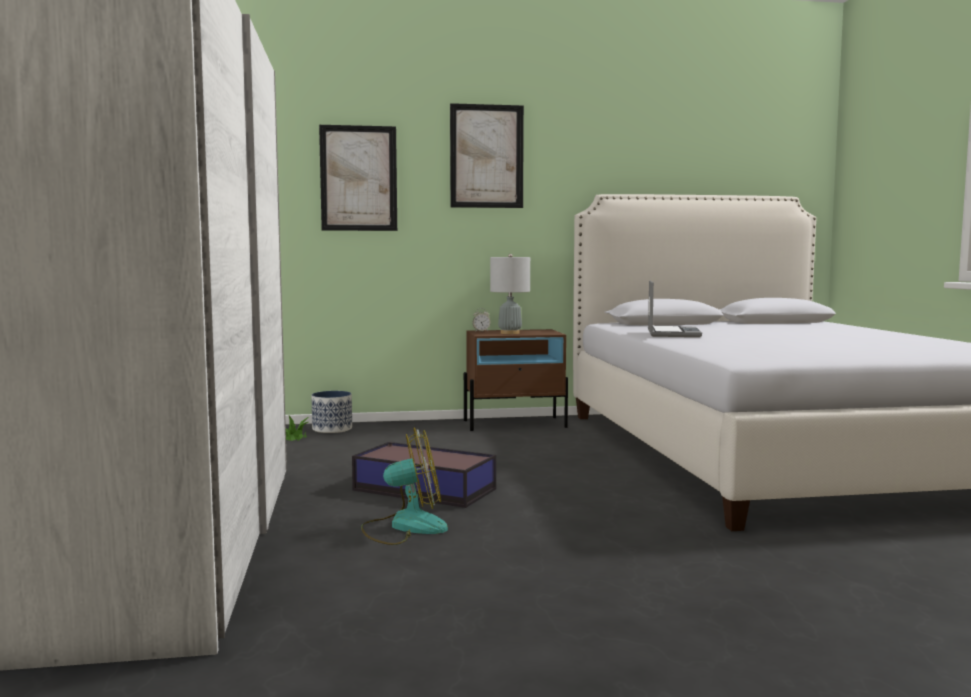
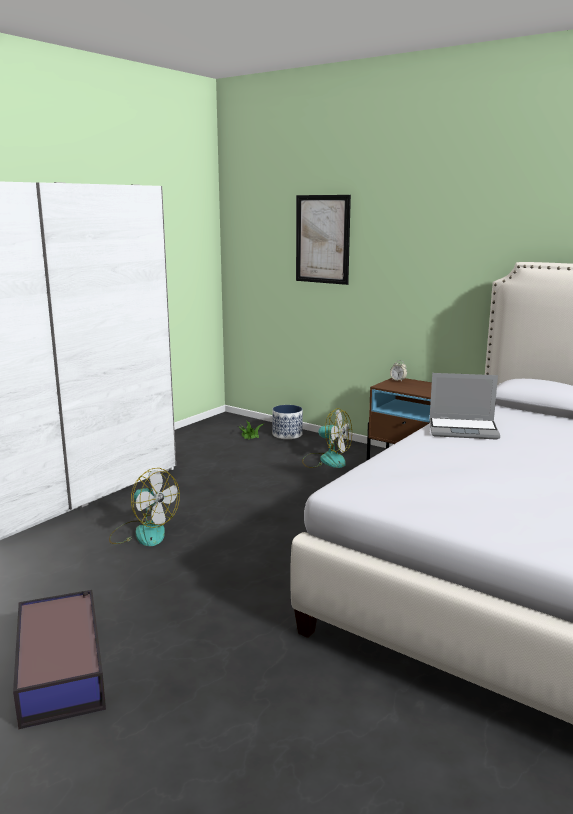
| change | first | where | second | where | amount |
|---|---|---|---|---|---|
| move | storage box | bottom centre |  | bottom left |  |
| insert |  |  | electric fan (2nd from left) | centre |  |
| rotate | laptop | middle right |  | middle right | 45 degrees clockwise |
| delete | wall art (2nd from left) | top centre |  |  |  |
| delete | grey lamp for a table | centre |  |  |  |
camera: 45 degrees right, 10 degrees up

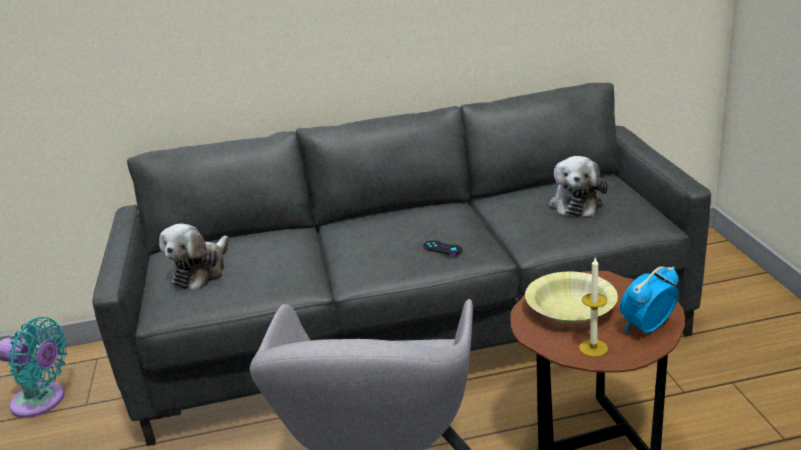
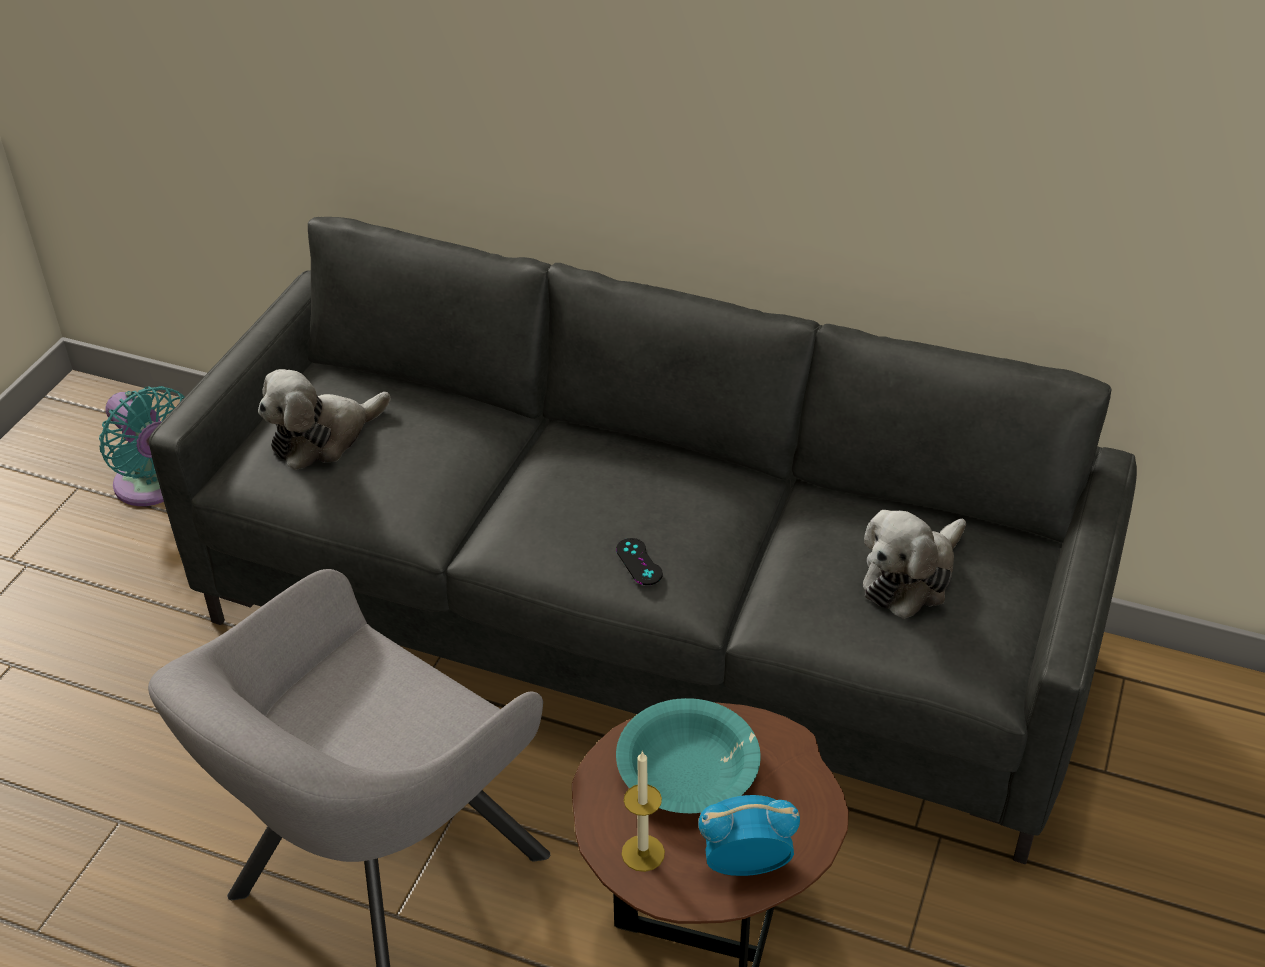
| change | first | where | second | where | amount |
|---|---|---|---|---|---|
| recolor | yellow-coloured deep dish | middle right | turquoise-coloured deep dish | bottom centre |  |
camera: 30 degrees right, 15 degrees up

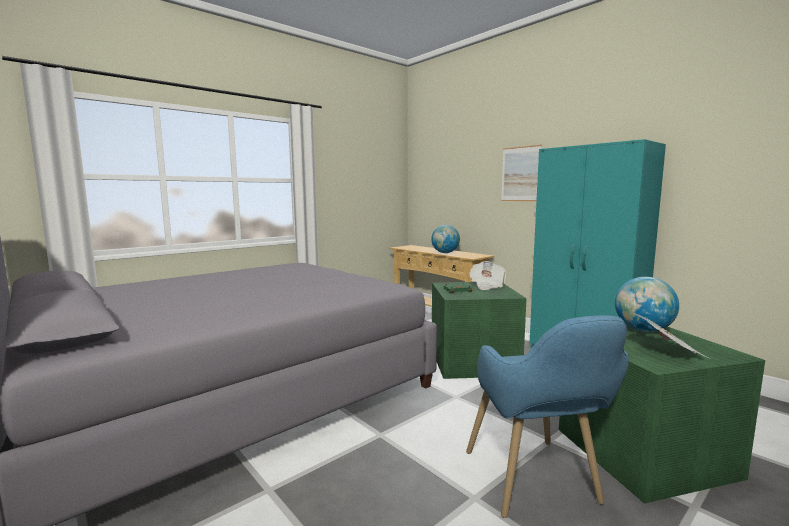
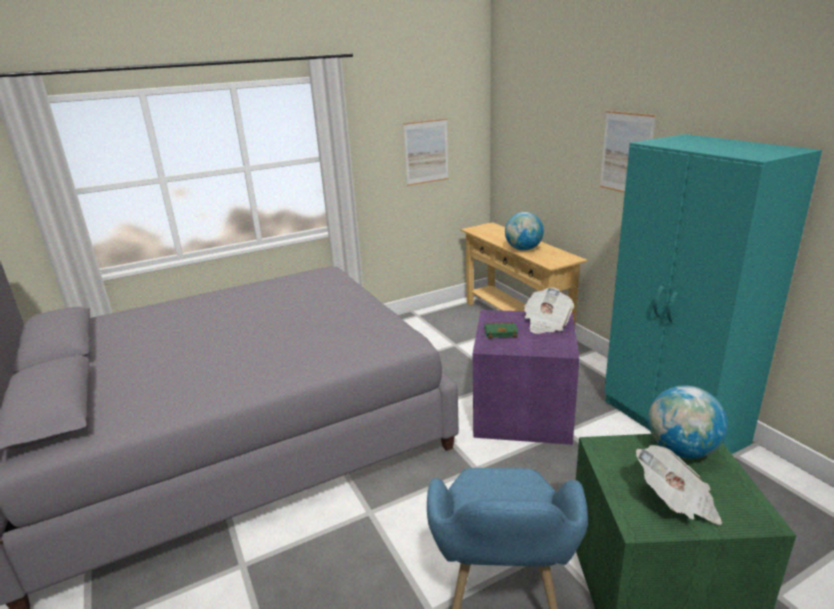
| change | first | where | second | where | amount |
|---|---|---|---|---|---|
| insert |  |  | wall art (1st from left) | top centre |  |
| recolor | green-coloured storage box (1st from left) | centre | purple-coloured storage box | centre |  |
camera: 15 degrees right, 15 degrees up

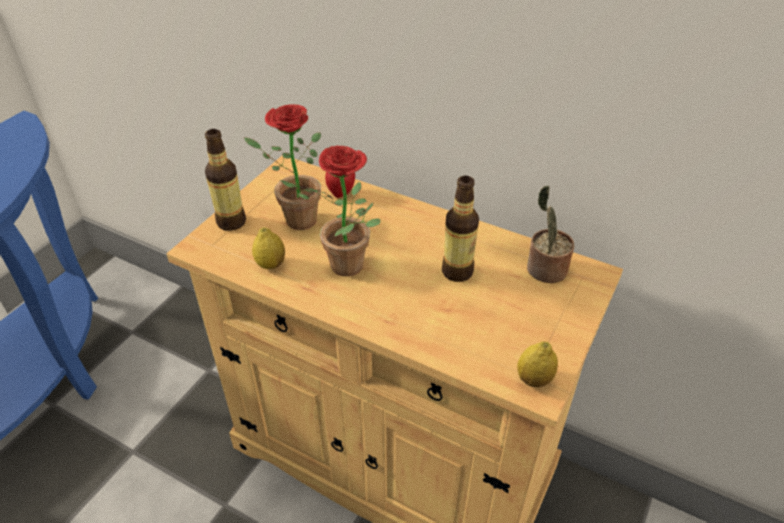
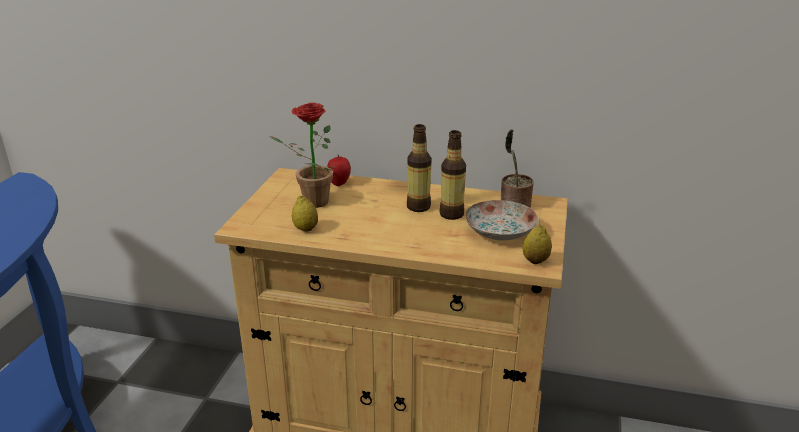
| change | first | where | second | where | amount |
|---|---|---|---|---|---|
| move | beverage bottle (1st from left) | middle left |  | centre |  |
| insert |  |  | flat dish | centre |  |
| delete | plant in a pot (2nd from left) | centre |  |  |  |
camera: 15 degrees left, 15 degrees down

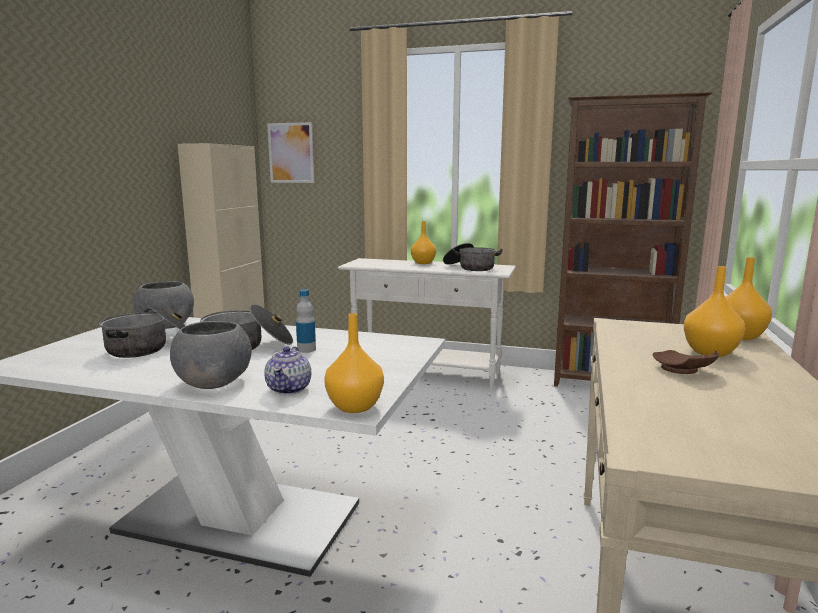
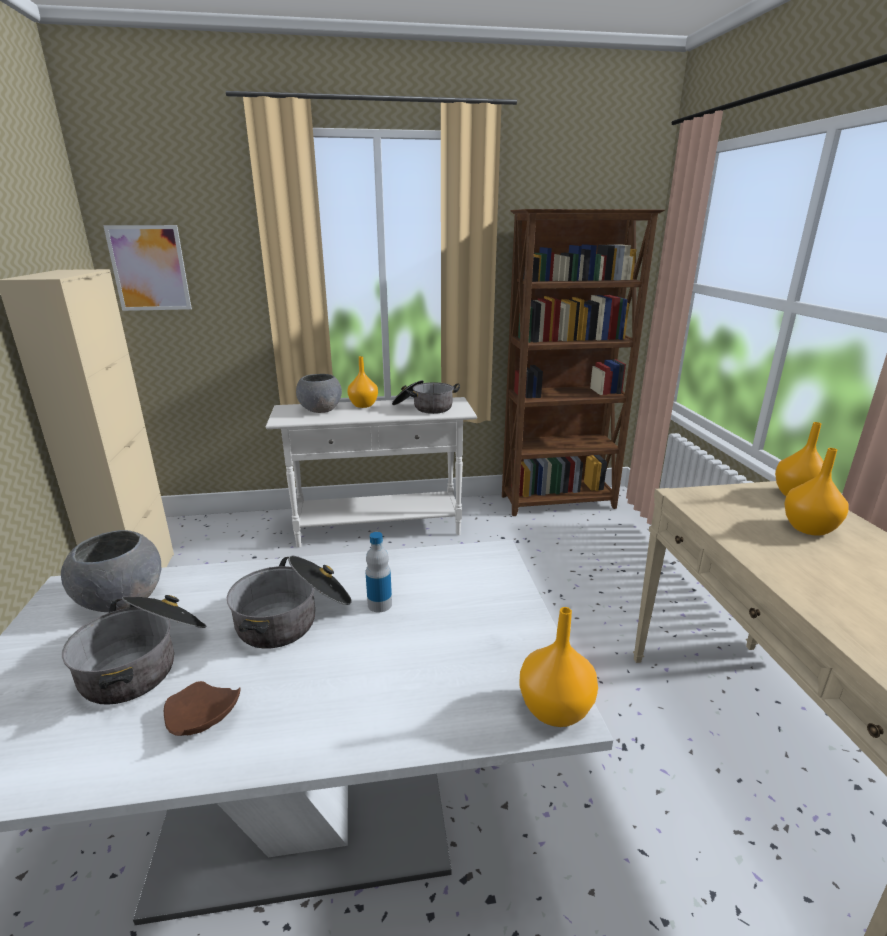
| change | first | where | second | where | amount |
|---|---|---|---|---|---|
| move | brownish flat dish | middle right |  | bottom left |  |
| move | grey deep dish (2nd from left) | middle left |  | centre |  |
| delete | teapot | centre |  |  |  |
camera: 25 degrees left, 10 degrees up

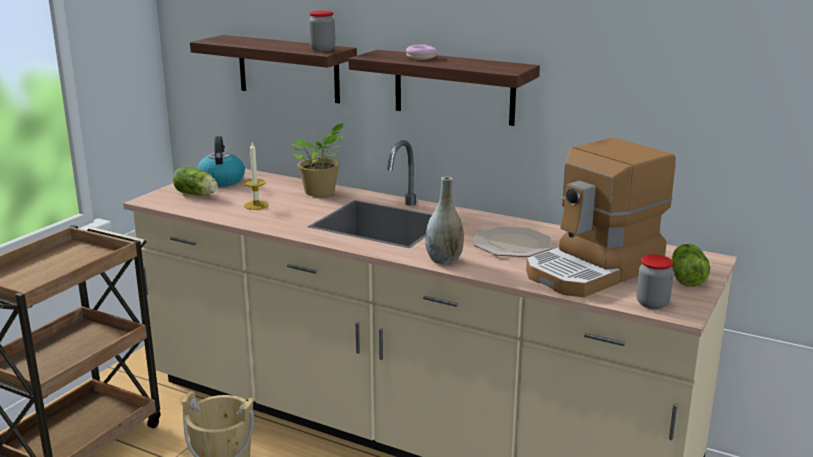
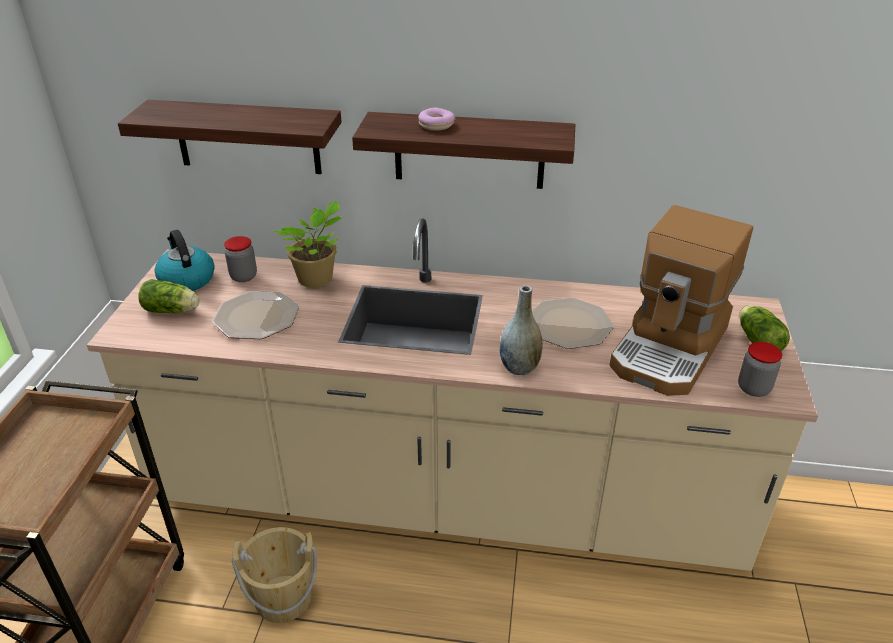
| change | first | where | second | where | amount |
|---|---|---|---|---|---|
| replace | wax candle | middle left | flat dish (1st from left) | middle left |  |
| move | jar (1st from left) | top centre |  | middle left |  |
camera: 20 degrees left, 15 degrees up

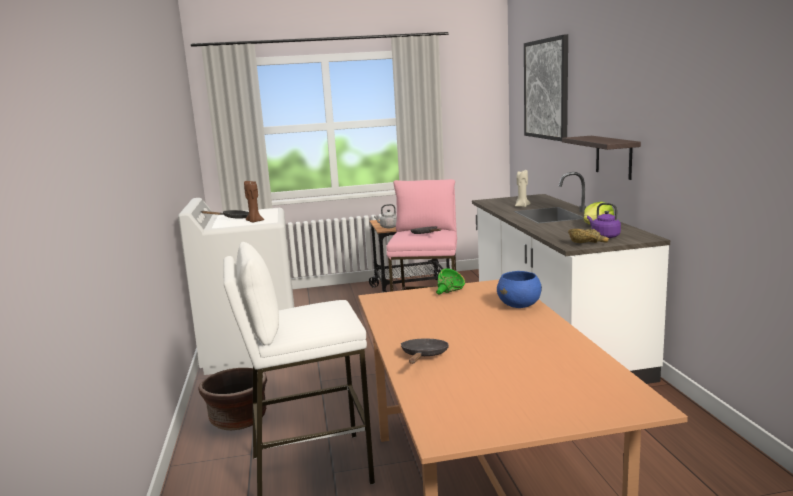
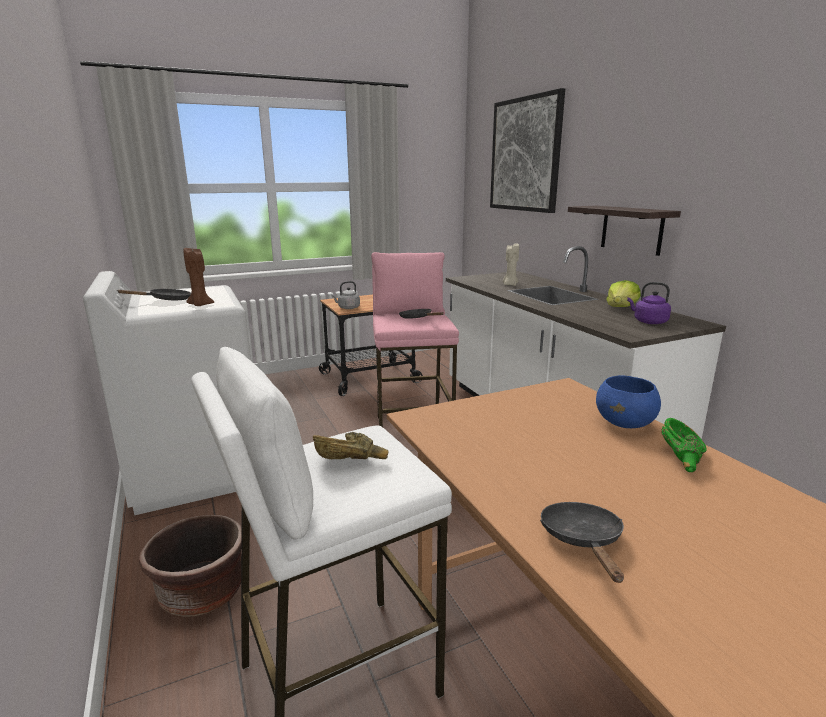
| change | first | where | second | where | amount |
|---|---|---|---|---|---|
| move | brownish deep dish | middle right |  | centre |  |
| move | green-coloured deep dish | centre |  | middle right |  |
camera: 15 degrees left, 5 degrees up

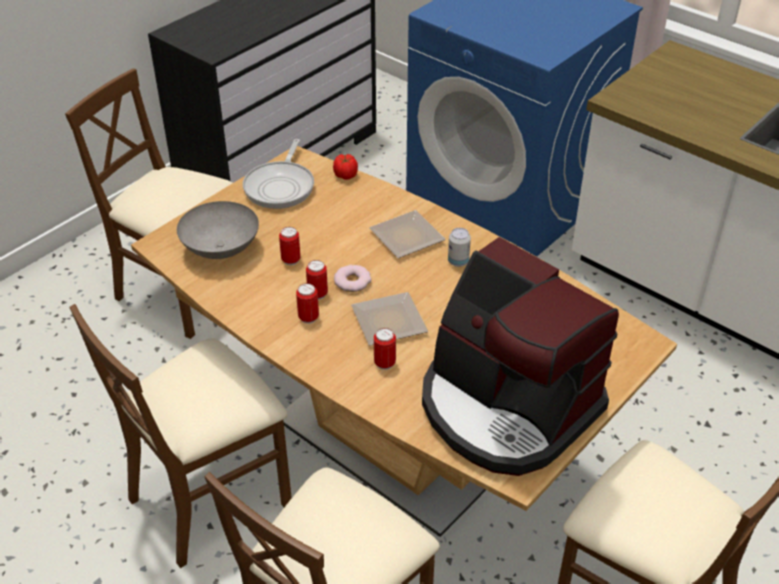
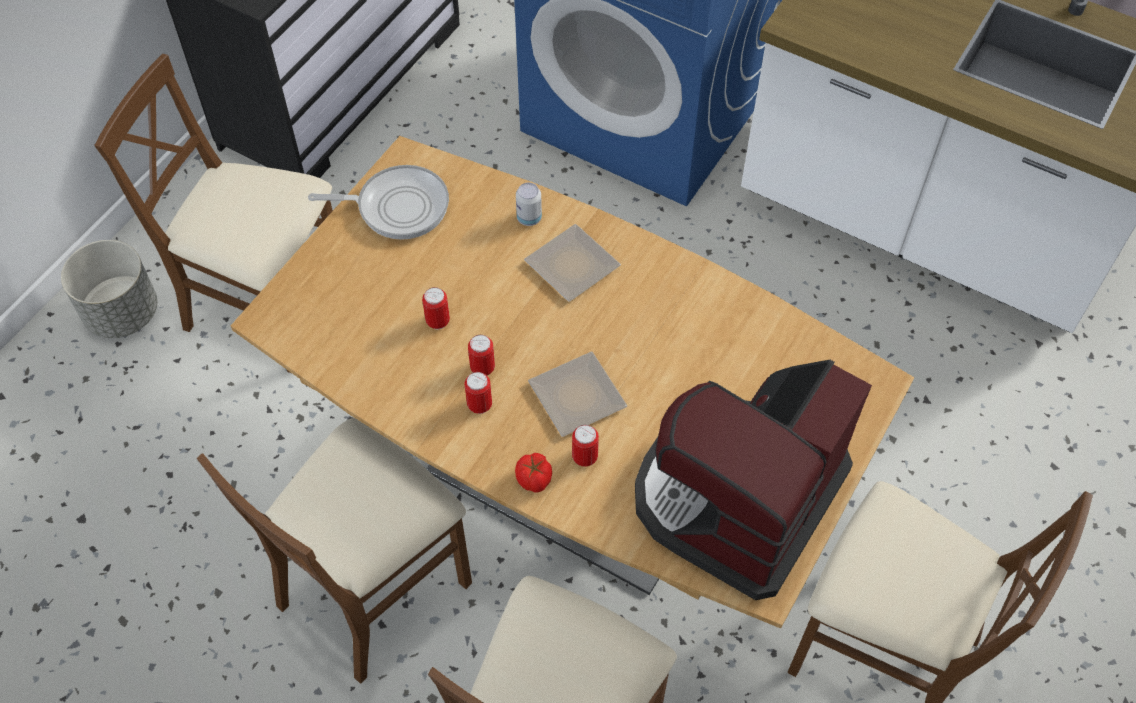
| change | first | where | second | where | amount |
|---|---|---|---|---|---|
| insert |  |  | grey flower pot | middle left |  |
| rotate | frying pan | top centre |  | top left | 90 degrees counterclockwise |
| move | fresh tomato | top centre |  | bottom centre |  |
| move | can (5th from left in the first image) | centre | can (4th from left) | top centre |  |
| rotate | coffee maker | middle right |  | bottom centre | 90 degrees clockwise |
| delete | grey deep dish | middle left |  |  |  |
| delete | doughnut | centre |  |  |  |
camera: 10 degrees left, 15 degrees up

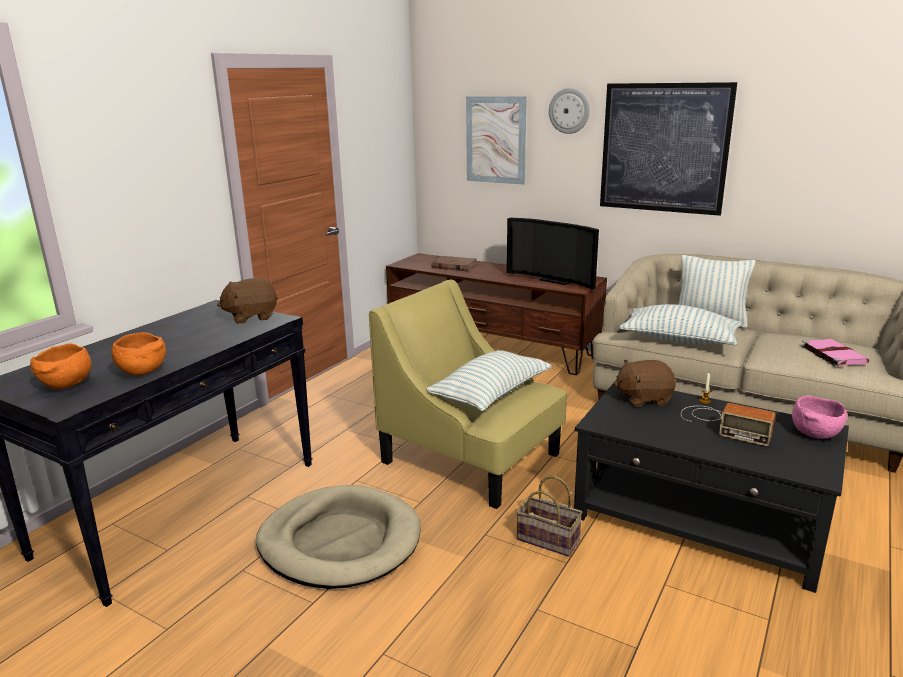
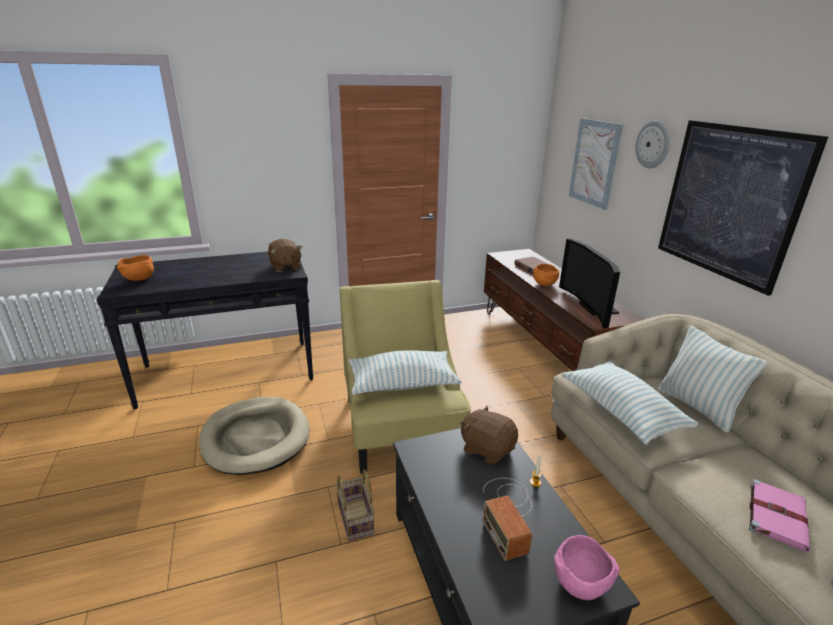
| change | first | where | second | where | amount |
|---|---|---|---|---|---|
| rotate | brownish plush toy (1st from left) | middle left |  | centre | 135 degrees counterclockwise |
| move | orange-coloured deep dish (2nd from left) | middle left |  | centre |  |
camera: 40 degrees right, 5 degrees up

